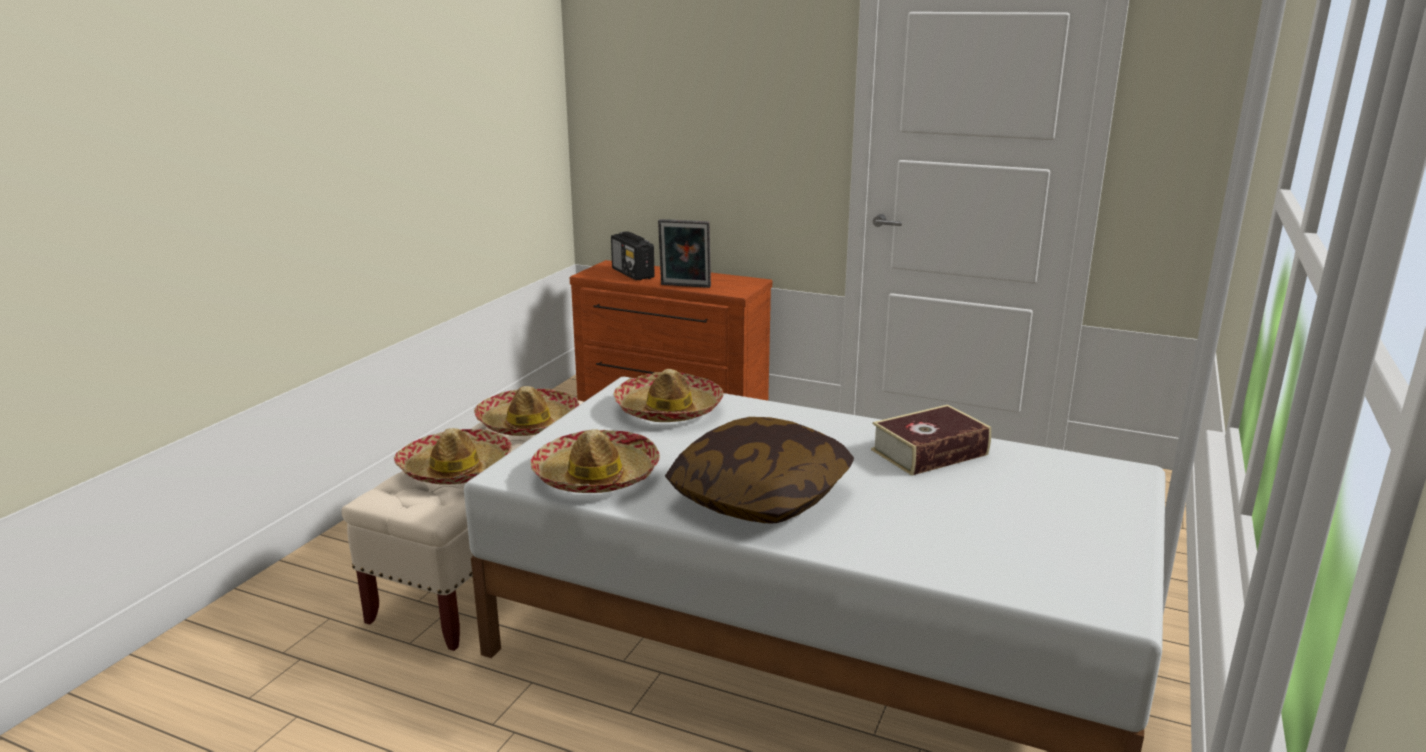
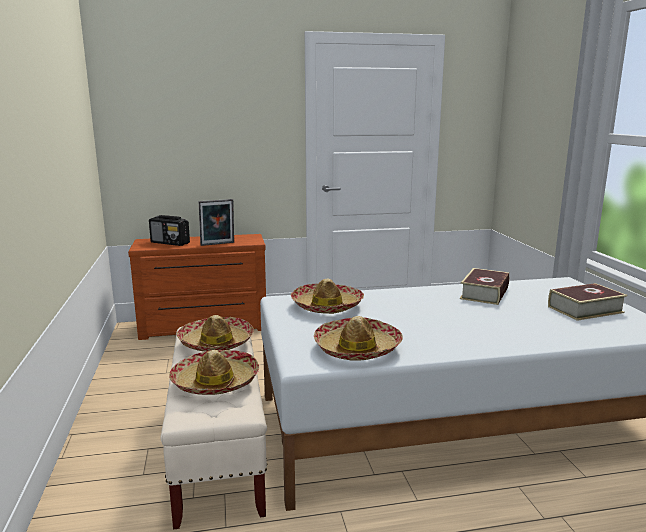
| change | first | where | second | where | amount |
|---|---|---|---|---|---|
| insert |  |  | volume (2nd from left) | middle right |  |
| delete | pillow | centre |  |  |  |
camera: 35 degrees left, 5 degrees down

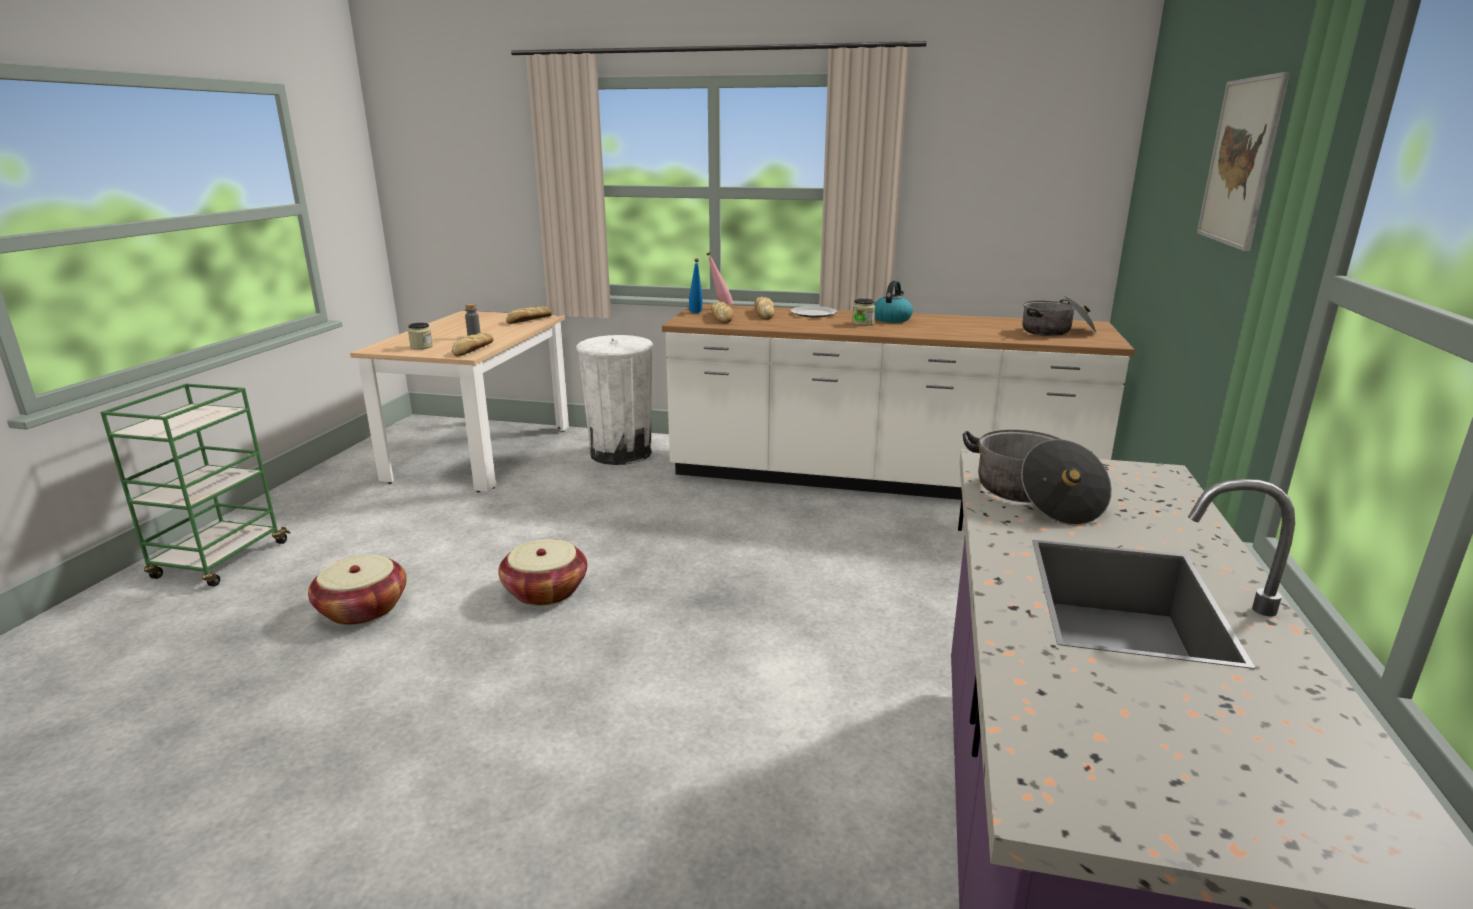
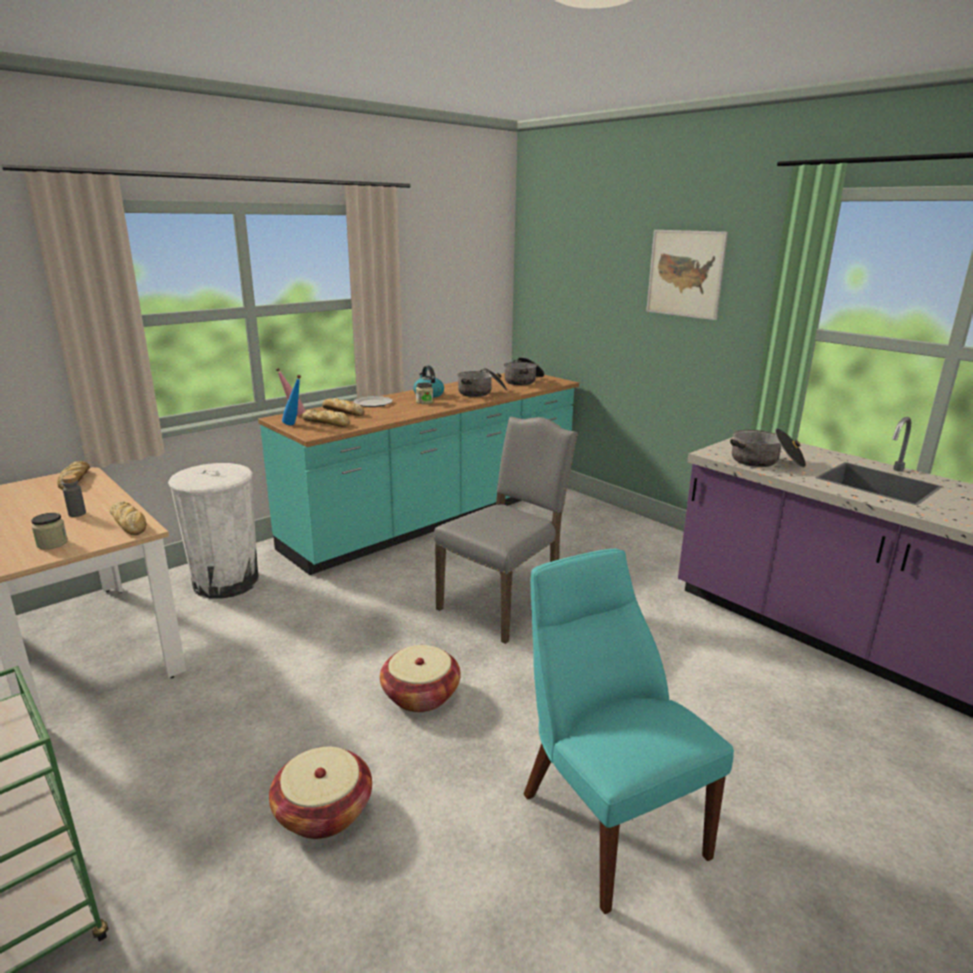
| change | first | where | second | where | amount |
|---|---|---|---|---|---|
| recolor | white-coloured kitchen base unit | centre | turquoise-coloured kitchen base unit | centre |  |
| insert |  |  | grey upright chair | centre |  |
| insert |  |  | cooking pot (1st from left) | centre |  |
| insert |  |  | turquoise-coloured upright chair | bottom centre |  |
camera: 55 degrees left, 0 degrees up

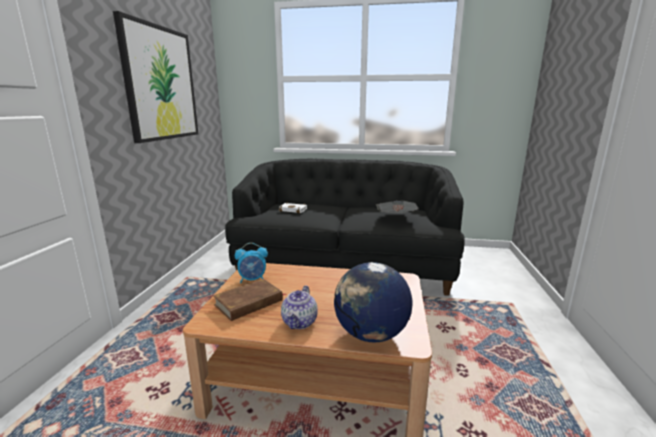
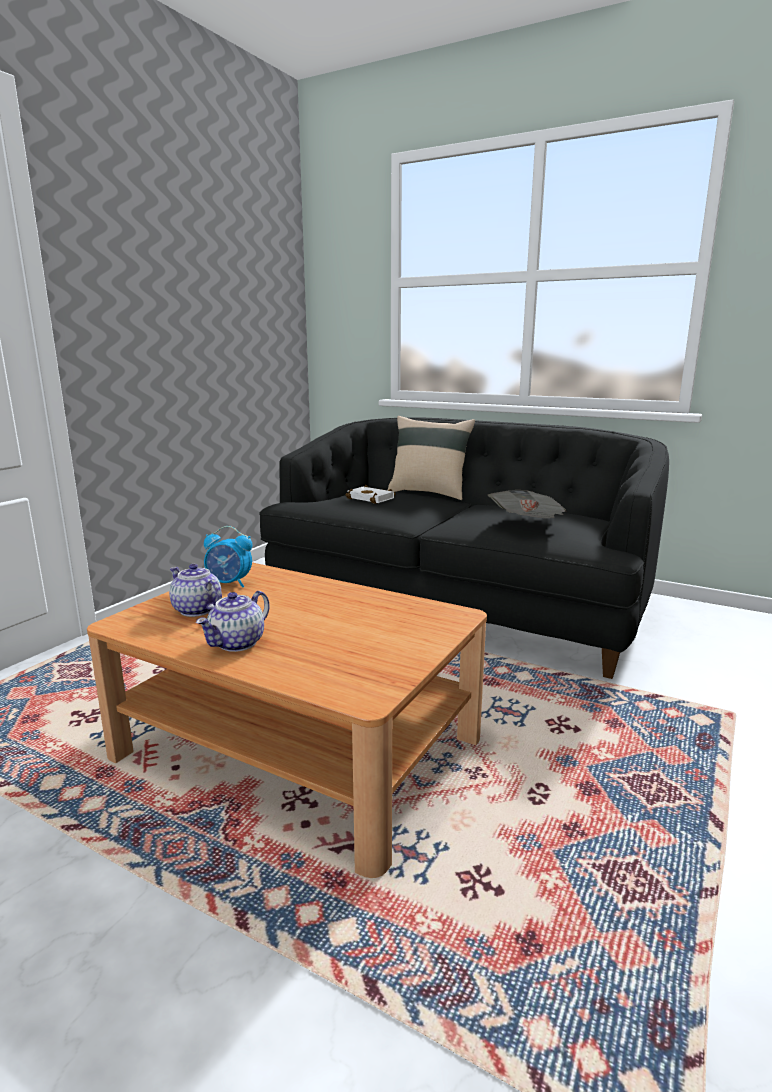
| change | first | where | second | where | amount |
|---|---|---|---|---|---|
| replace | brownish volume | bottom centre | teapot (1st from left) | middle left |  |
| insert |  |  | sand-coloured pillow | centre |  |
| delete | wall art | top left |  |  |  |
| delete | world globe | bottom centre |  |  |  |
camera: 20 degrees right, 0 degrees up

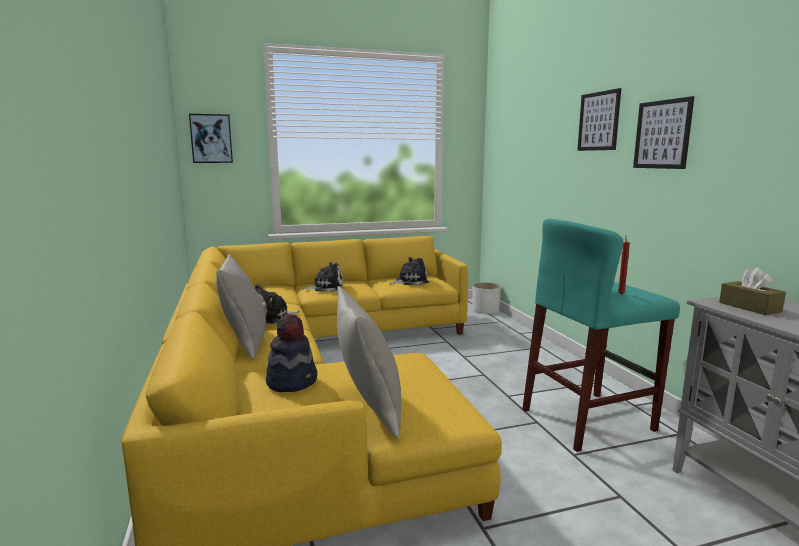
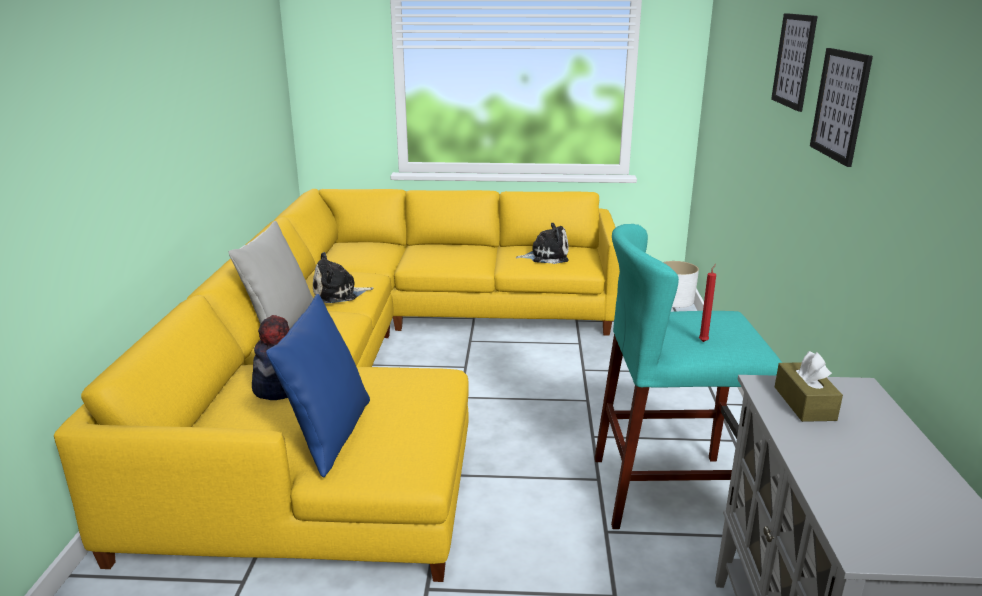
| change | first | where | second | where | amount |
|---|---|---|---|---|---|
| recolor | grey pillow (2nd from left) | centre | blue-coloured pillow | middle left |  |
| delete | wall art (1st from left) | top left |  |  |  |
| delete | plush toy (2nd from left) | centre |  |  |  |
camera: 20 degrees right, 10 degrees up

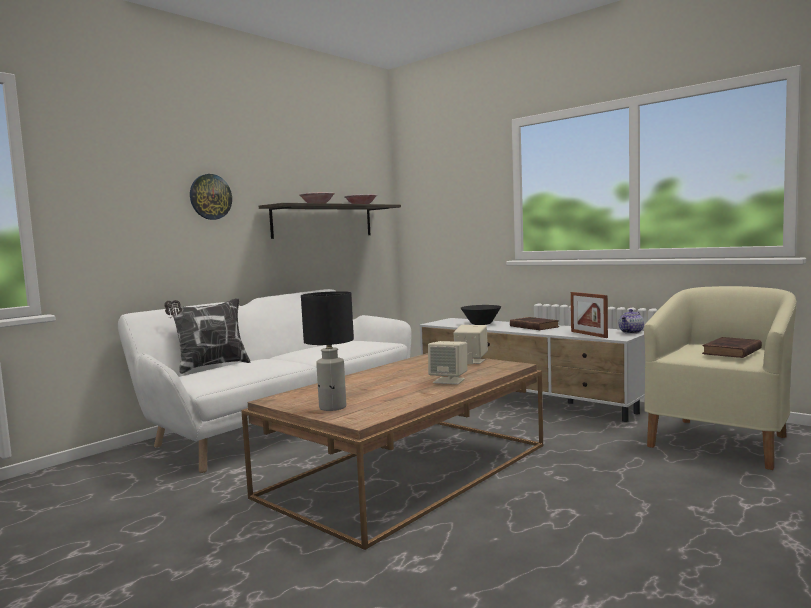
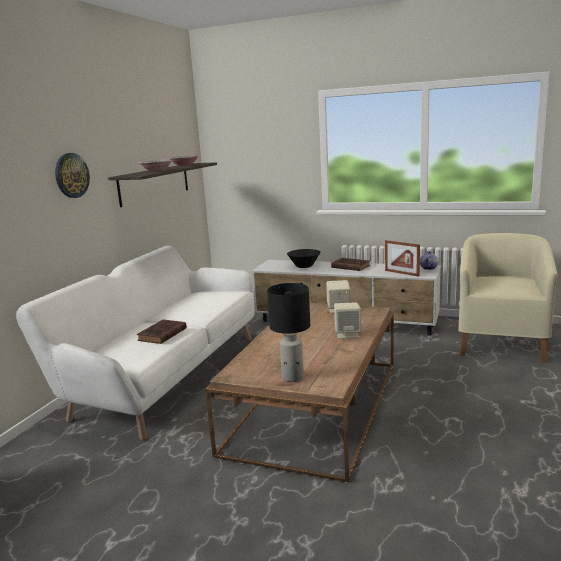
| change | first | where | second | where | amount |
|---|---|---|---|---|---|
| move | brownish volume (2nd from left in the first image) | middle right | brownish volume (1st from left) | middle left |  |
| delete | pillow | middle left |  |  |  |
camera: 20 degrees left, 10 degrees up

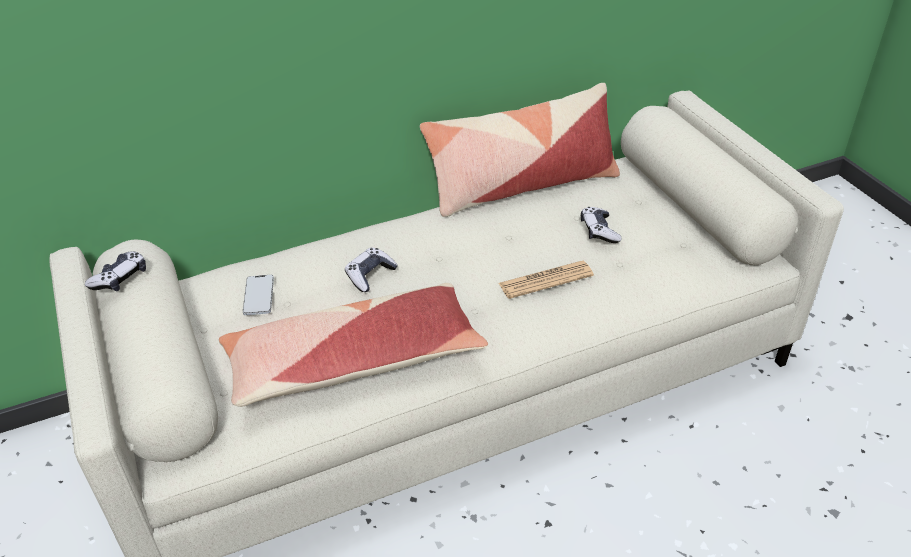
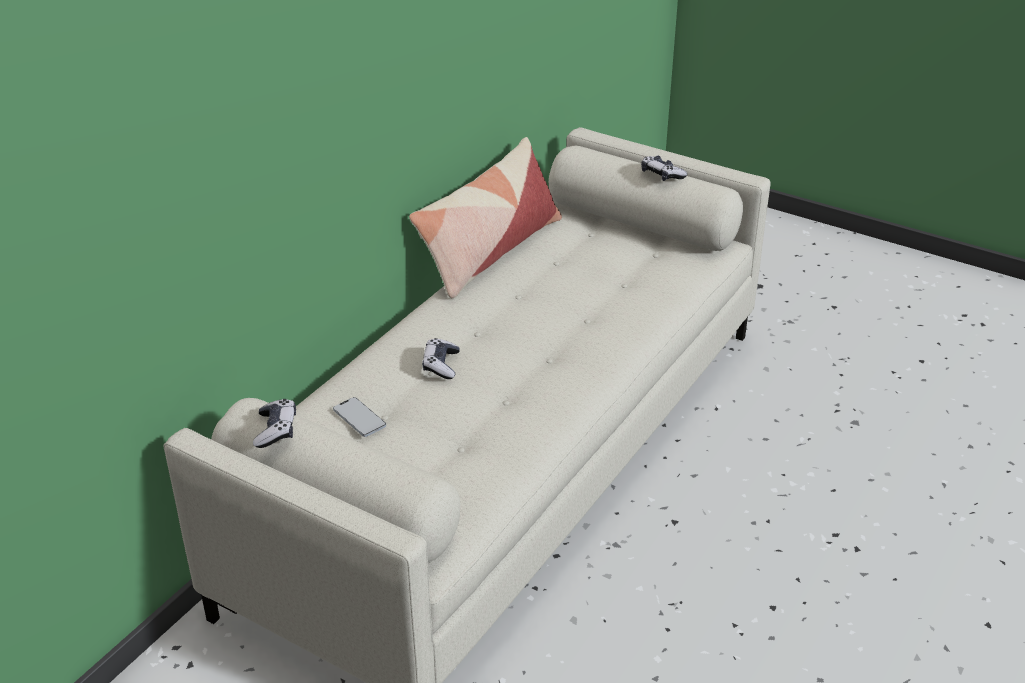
| change | first | where | second | where | amount |
|---|---|---|---|---|---|
| move | gamepad (3rd from left) | centre |  | top centre |  |
| delete | pillow (1st from left) | centre |  |  |  |
| delete | newspaper | centre |  |  |  |
camera: 35 degrees left, 5 degrees down

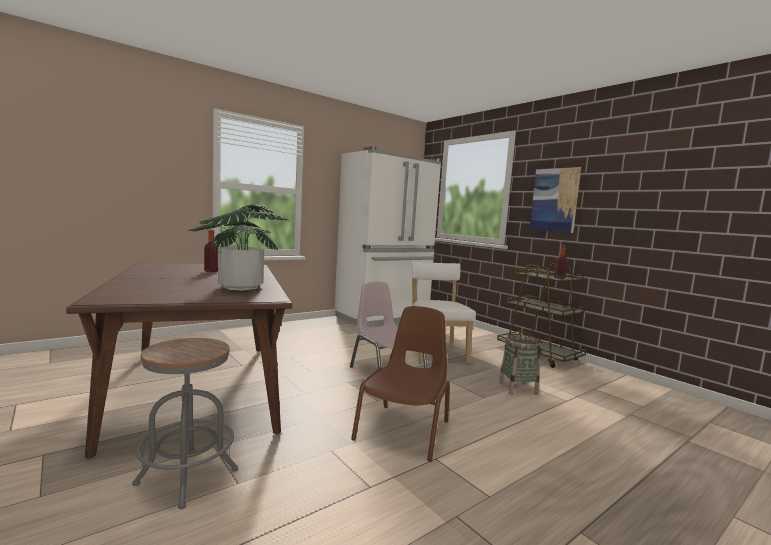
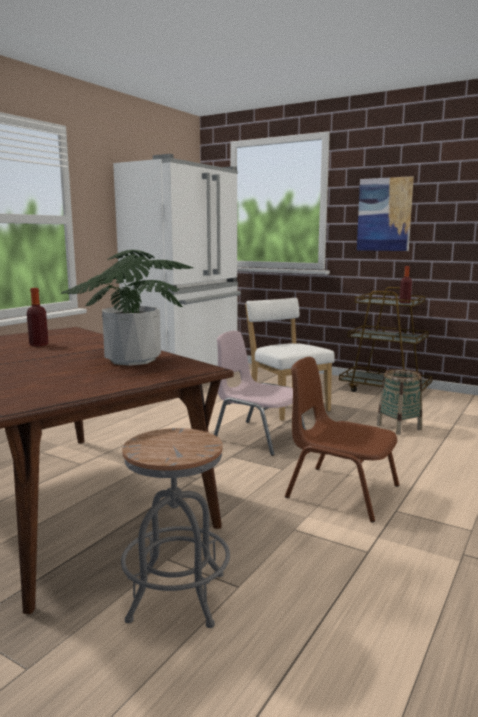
| change | first | where | second | where | amount |
|---|---|---|---|---|---|
| rotate | brownish upright chair | bottom centre |  | middle right | 60 degrees counterclockwise |
camera: 20 degrees left, 5 degrees up

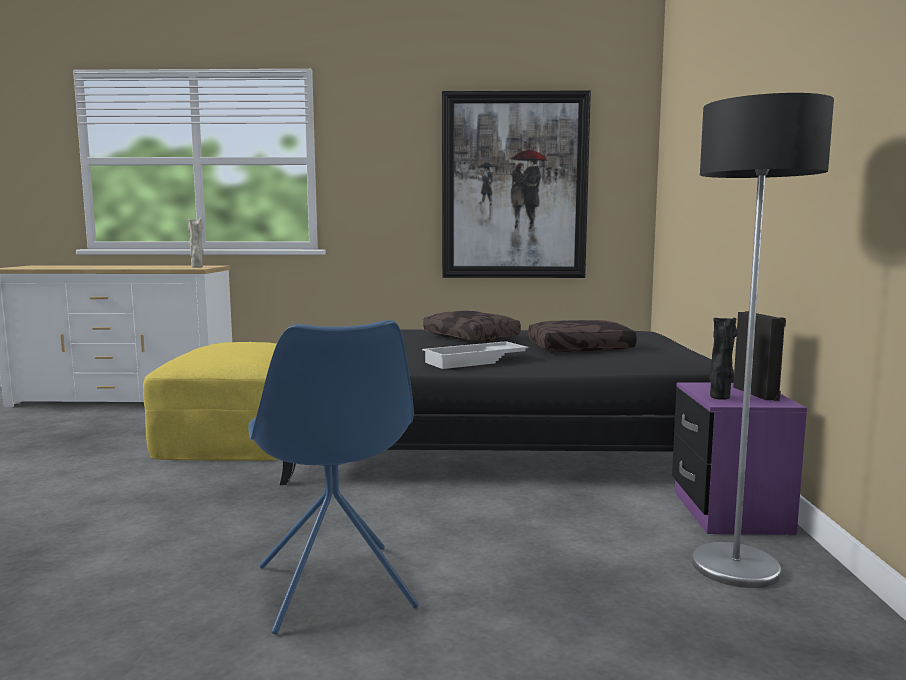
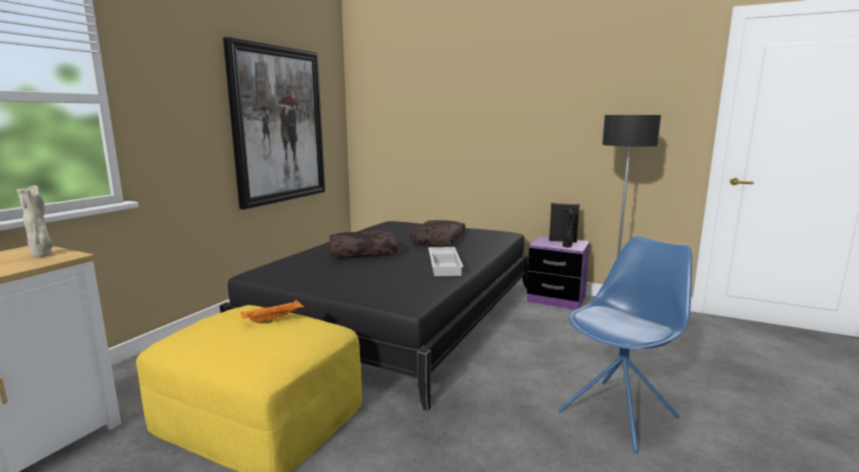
| change | first | where | second | where | amount |
|---|---|---|---|---|---|
| insert |  |  | orange-coloured serving tray | middle left |  |
| rotate | blue-coloured upright chair | bottom centre |  | bottom right | 45 degrees counterclockwise |
camera: 65 degrees left, 5 degrees up

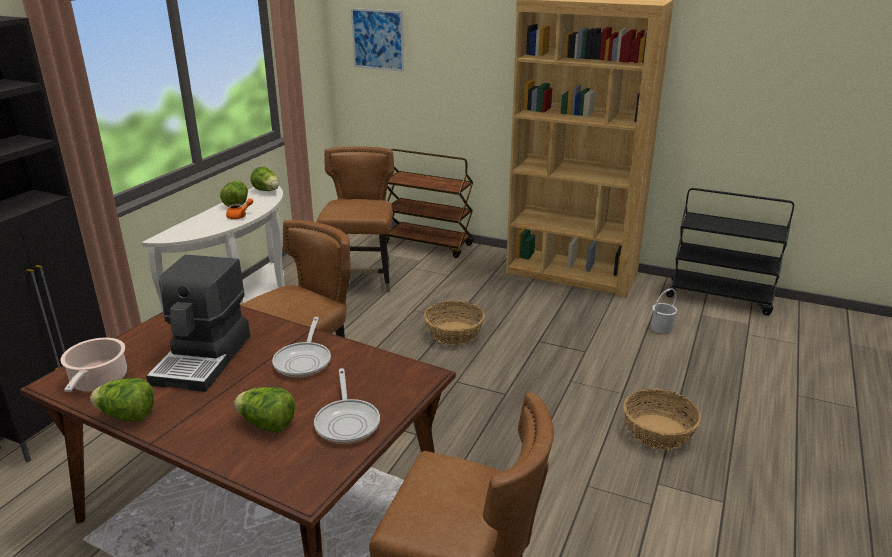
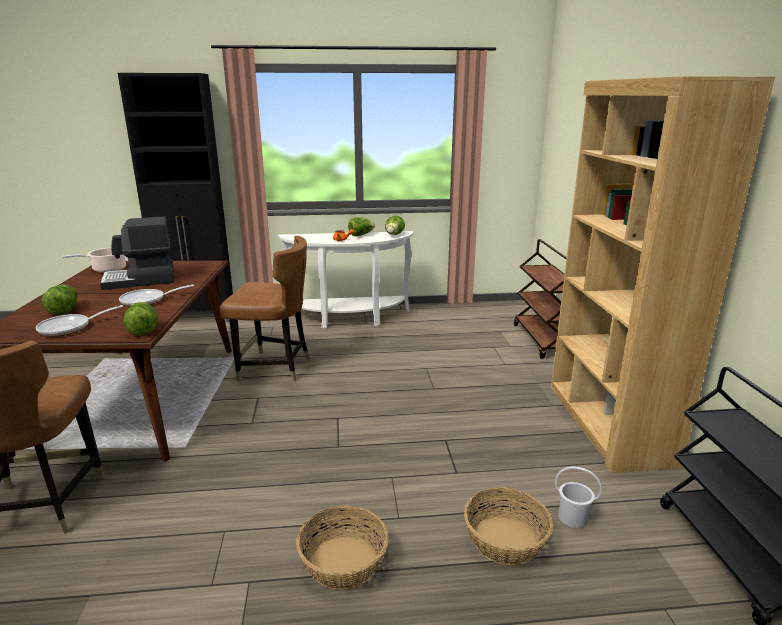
| change | first | where | second | where | amount |
|---|---|---|---|---|---|
| move | lettuce head (1st from left in the first image) | bottom left | lettuce head (2nd from left) | middle left |  |
| move | basket (1st from left in the first image) | centre | basket (2nd from left) | bottom centre |  |
| delete | brownish upright chair (2nd from left) | centre |  |  |  |
| delete | wall art | top centre |  |  |  |
camera: 60 degrees right, 5 degrees down

